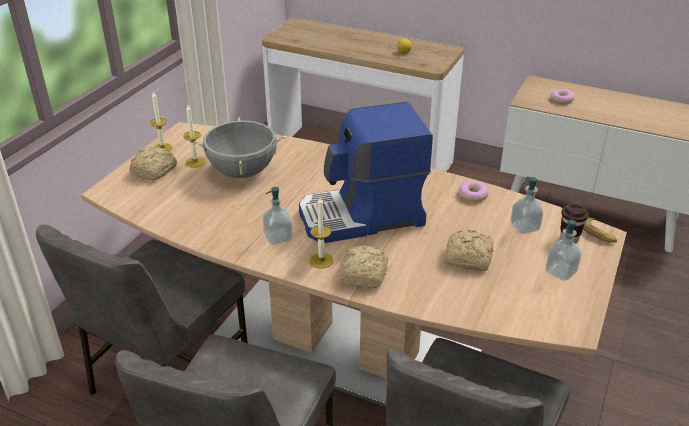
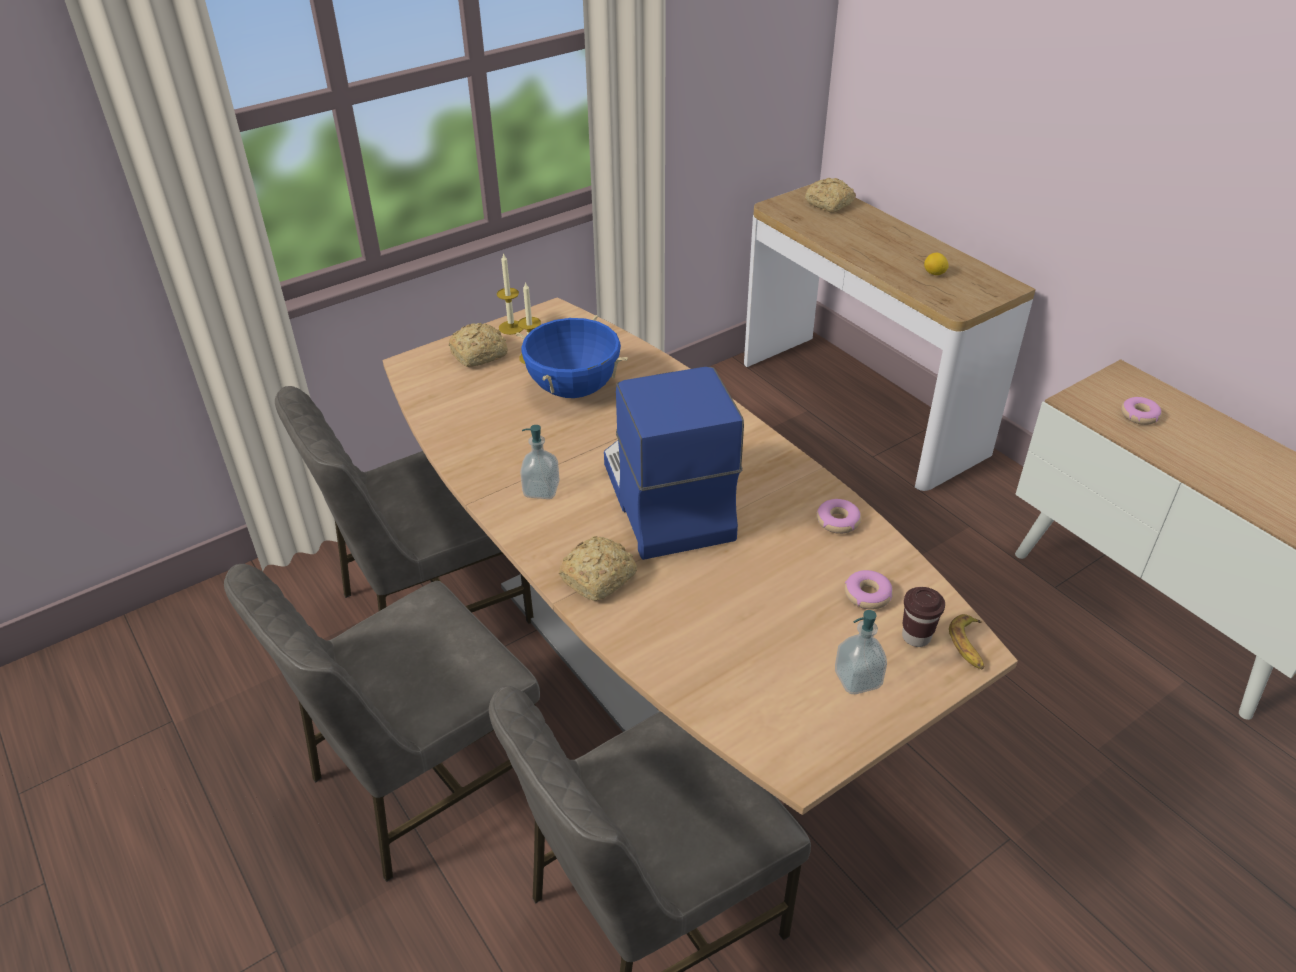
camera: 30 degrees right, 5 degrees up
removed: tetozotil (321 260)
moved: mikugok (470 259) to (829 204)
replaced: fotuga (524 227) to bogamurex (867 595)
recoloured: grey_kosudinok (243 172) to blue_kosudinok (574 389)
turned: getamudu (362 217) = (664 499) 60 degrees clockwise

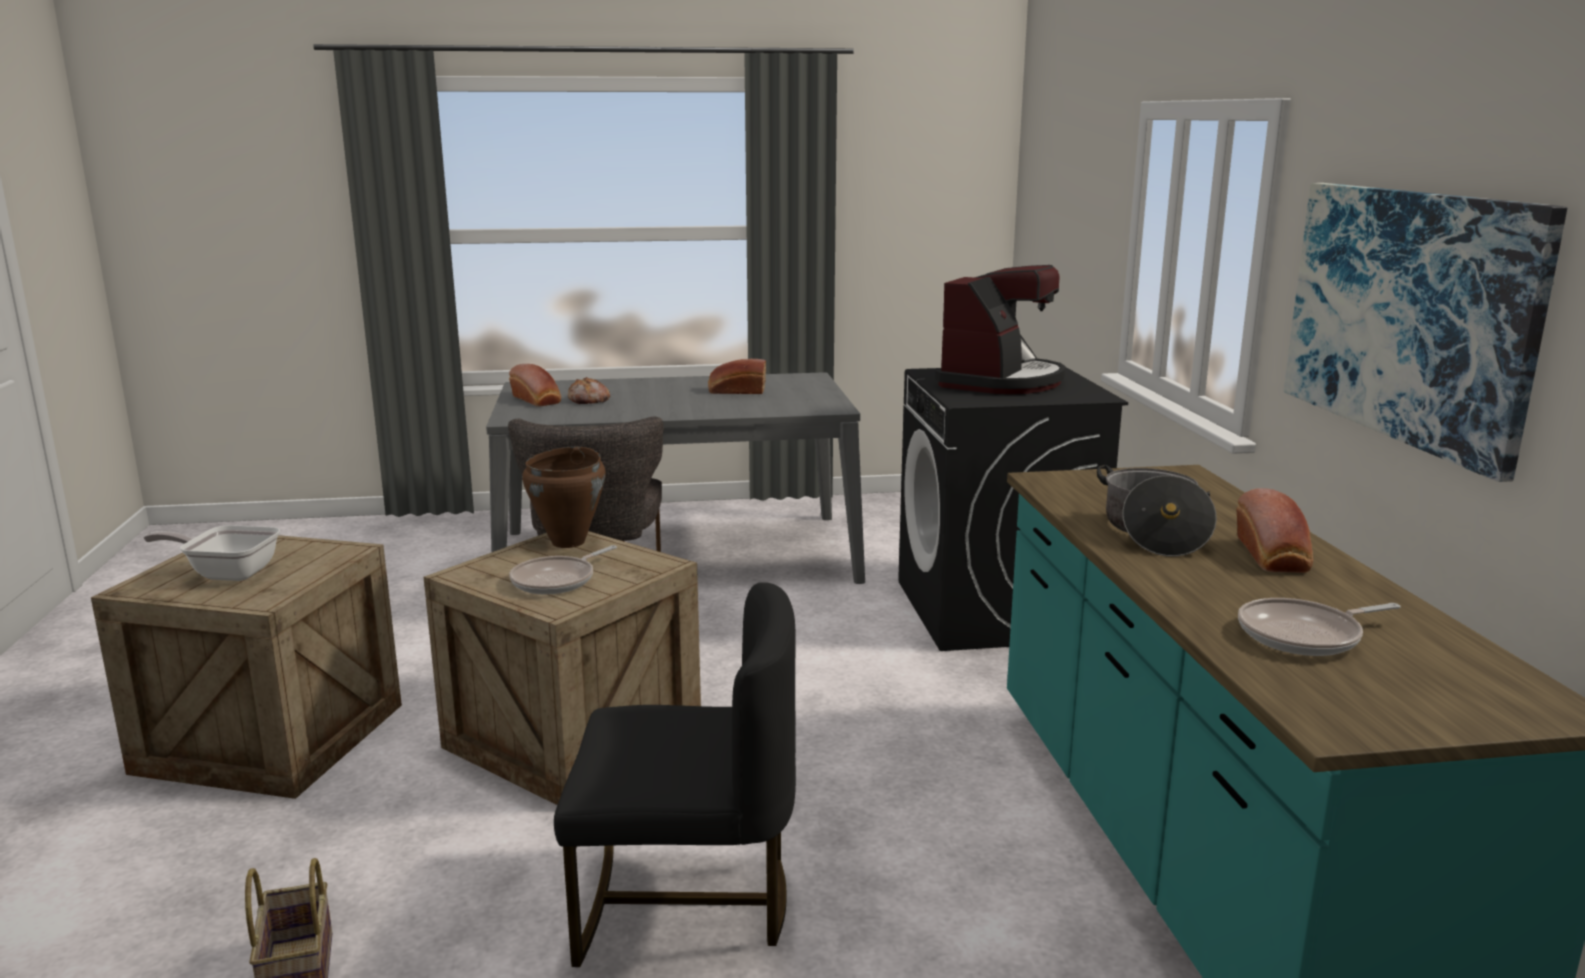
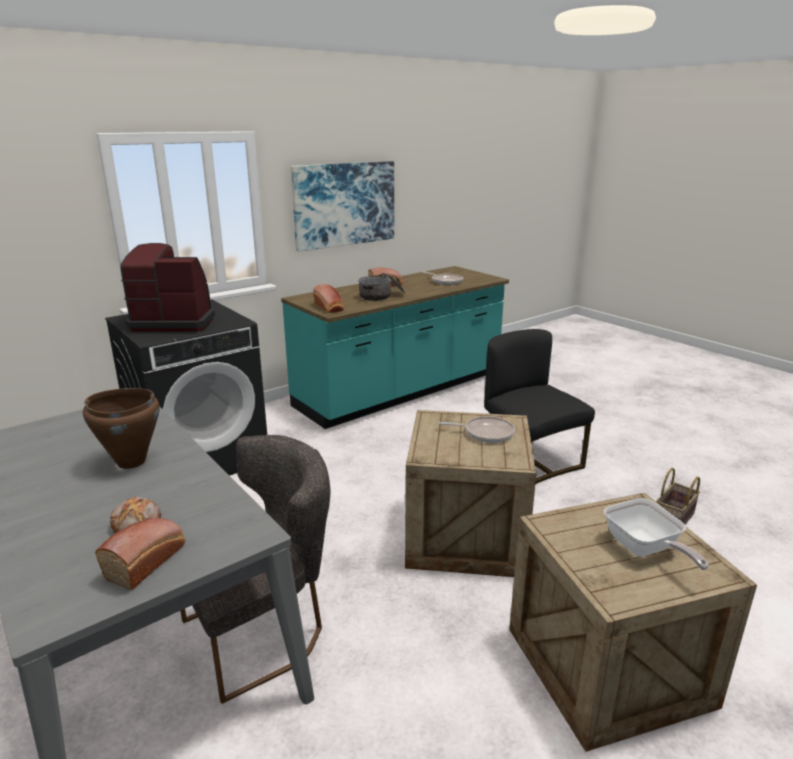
camera: 120 degrees left, 5 degrees up
moved: brown_kosudinok (569 542) to (131 462); mikugok (736 391) to (329 308)

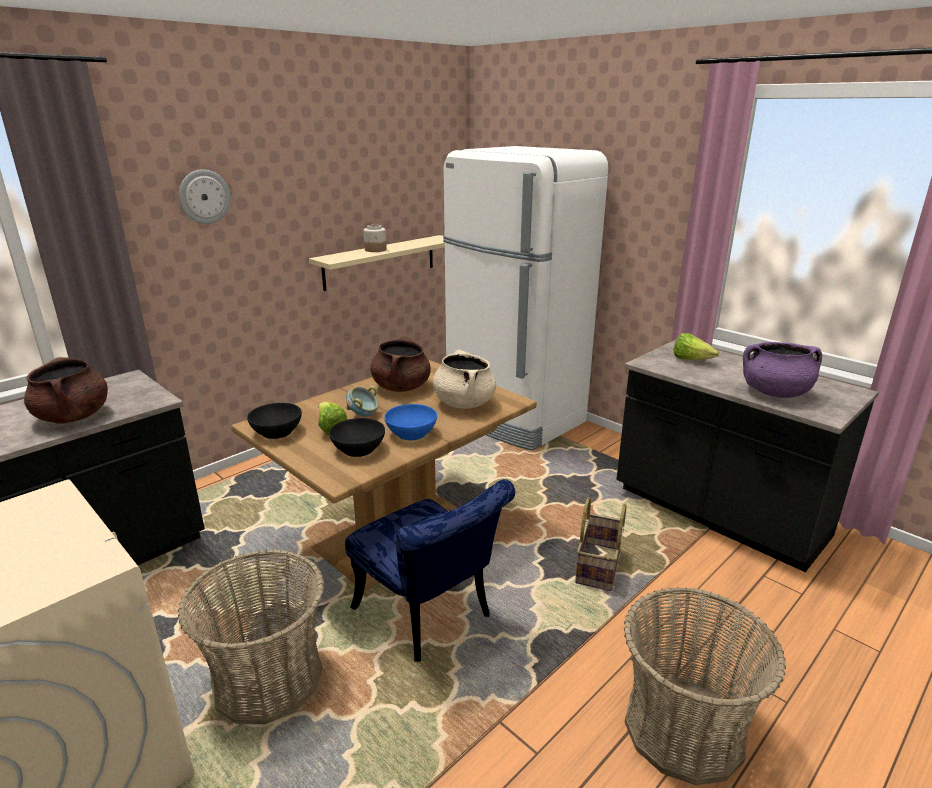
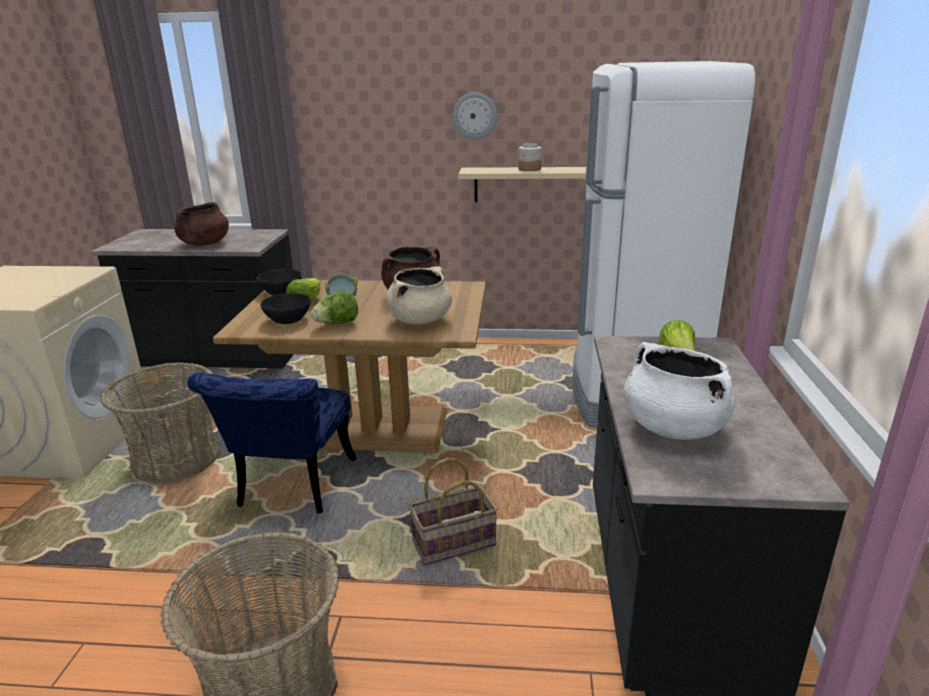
camera: 50 degrees right, 0 degrees up
moved: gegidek (204 196) to (475 115)
replaced: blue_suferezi (411 433) to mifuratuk (337 323)
recoloured: purple_kosudinok (774 393) to white_kosudinok (672 427)

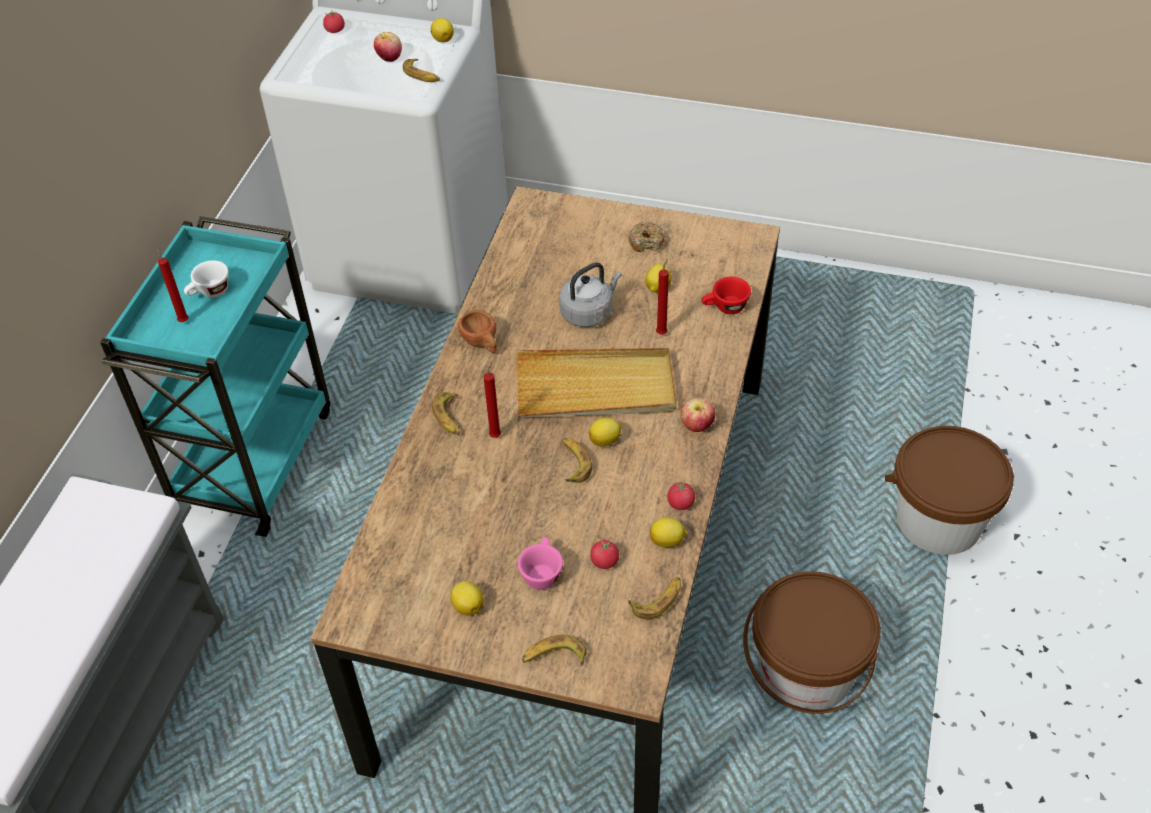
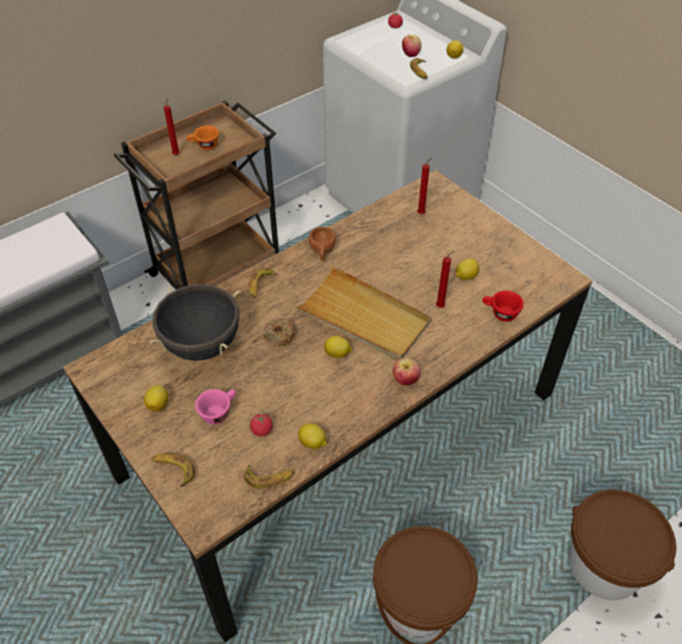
camera: 35 degrees right, 0 degrees up
removed: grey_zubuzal (589 312); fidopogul (573 463); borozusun (680 503)
added: black_kosudinok (202 345)
moved: red_tetozotil (496 435) to (422 213); bogamurex (646 242) to (279 335)
recoloured: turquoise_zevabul (254 458) to brown_zevabul (217 269); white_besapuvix (210 292) to orange_besapuvix (204 146)

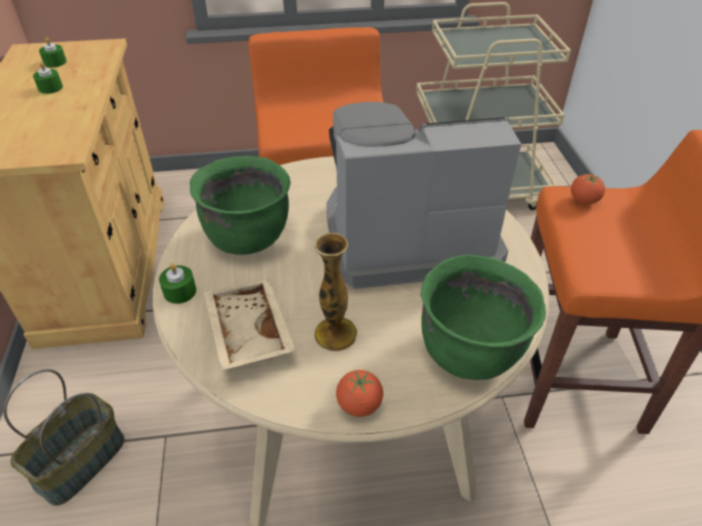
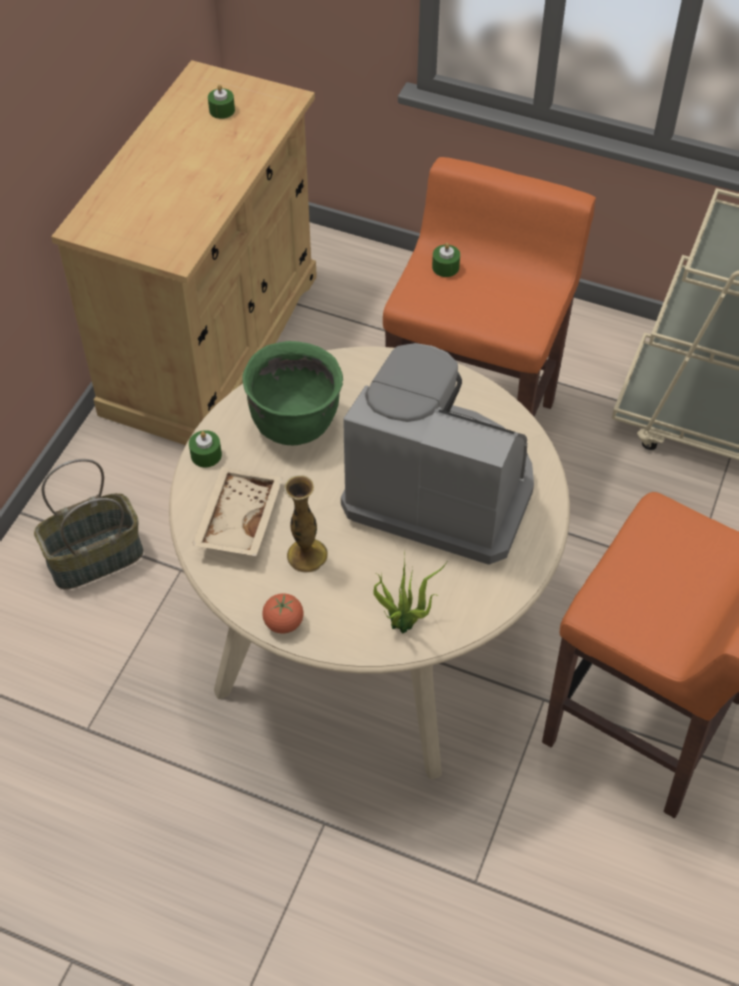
camera: 30 degrees right, 10 degrees up
removed: borozusun (583 201)
moved: green_tetozotil (50 88) to (445 267)
replaced: green_kosudinok (470 352) to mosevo (405 625)

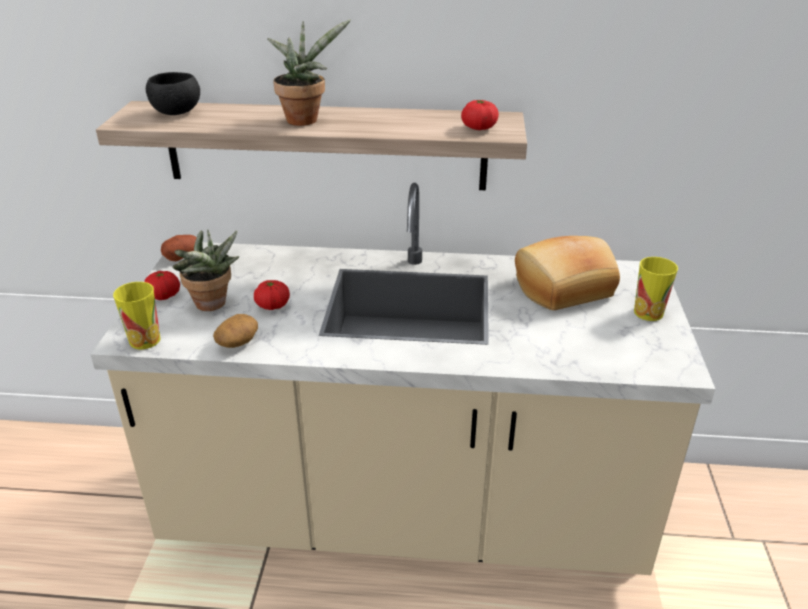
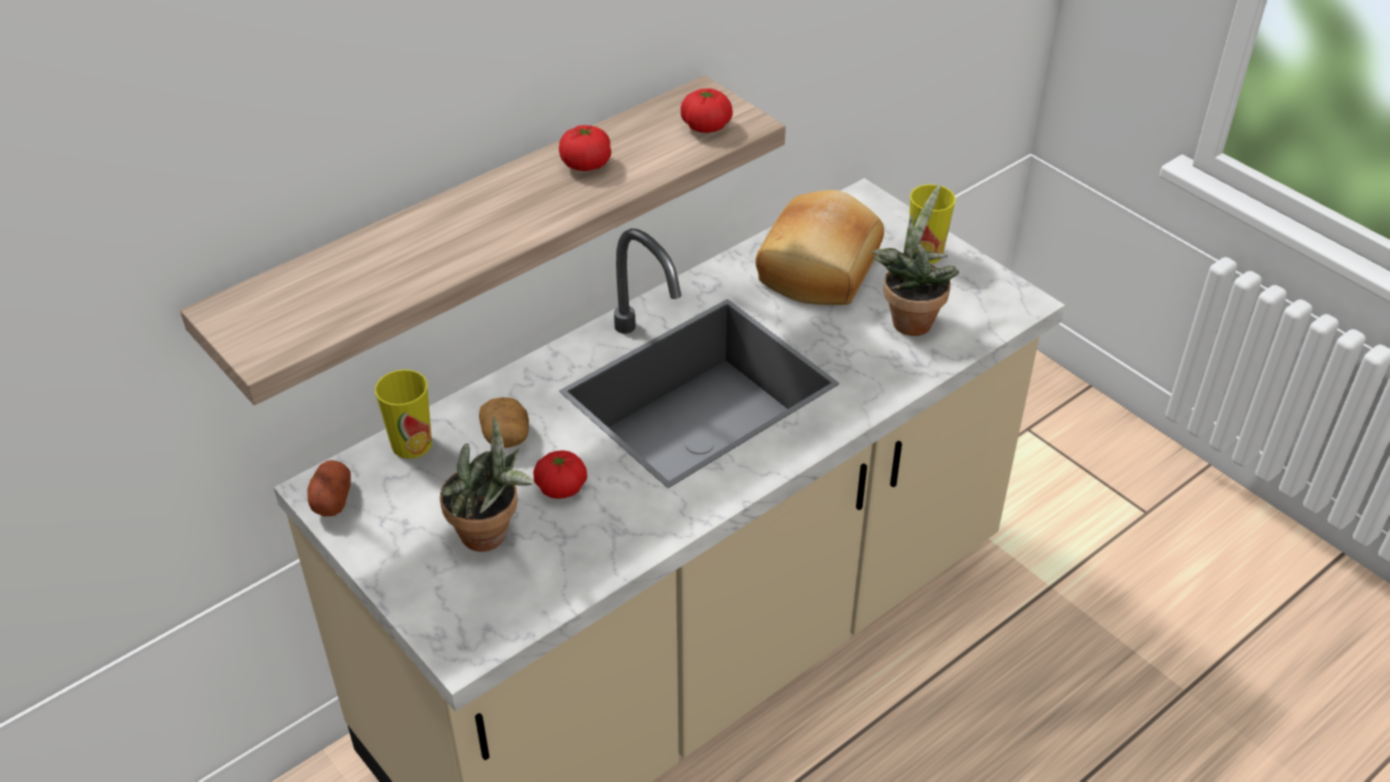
camera: 45 degrees left, 10 degrees up
removed: black_suferezi (176 112)
moved: besapuvix (145 340) to (411 444); borozusun (164 296) to (586 164); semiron (237 342) to (506 436); mosevo (305 119) to (910 319)

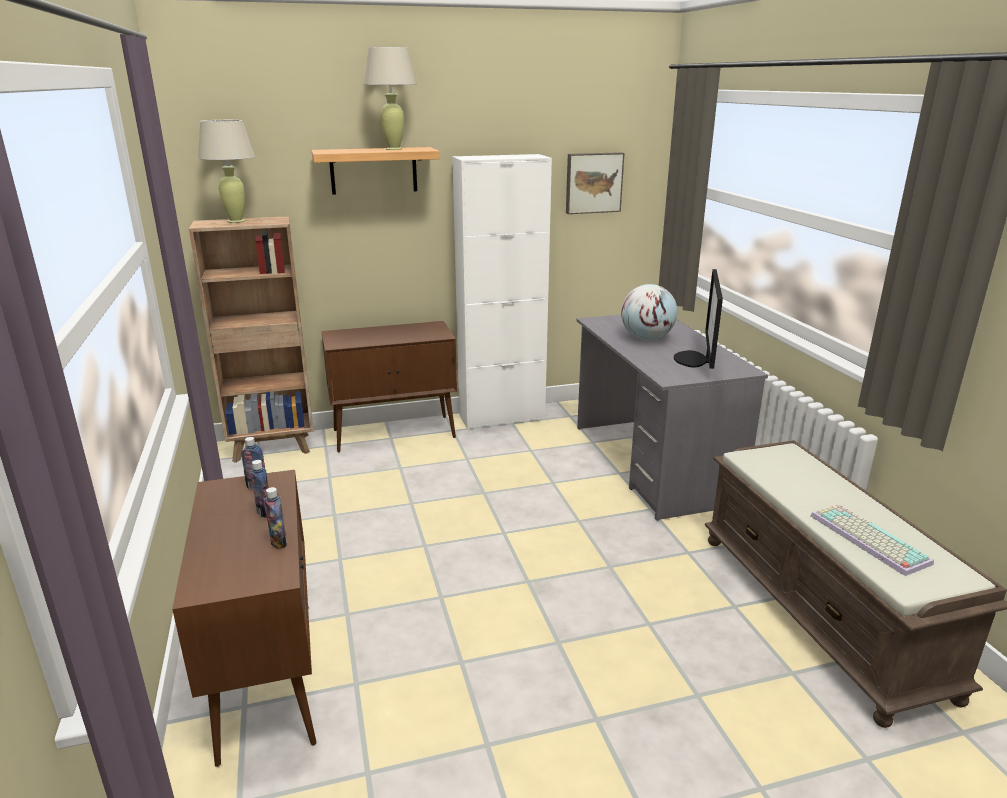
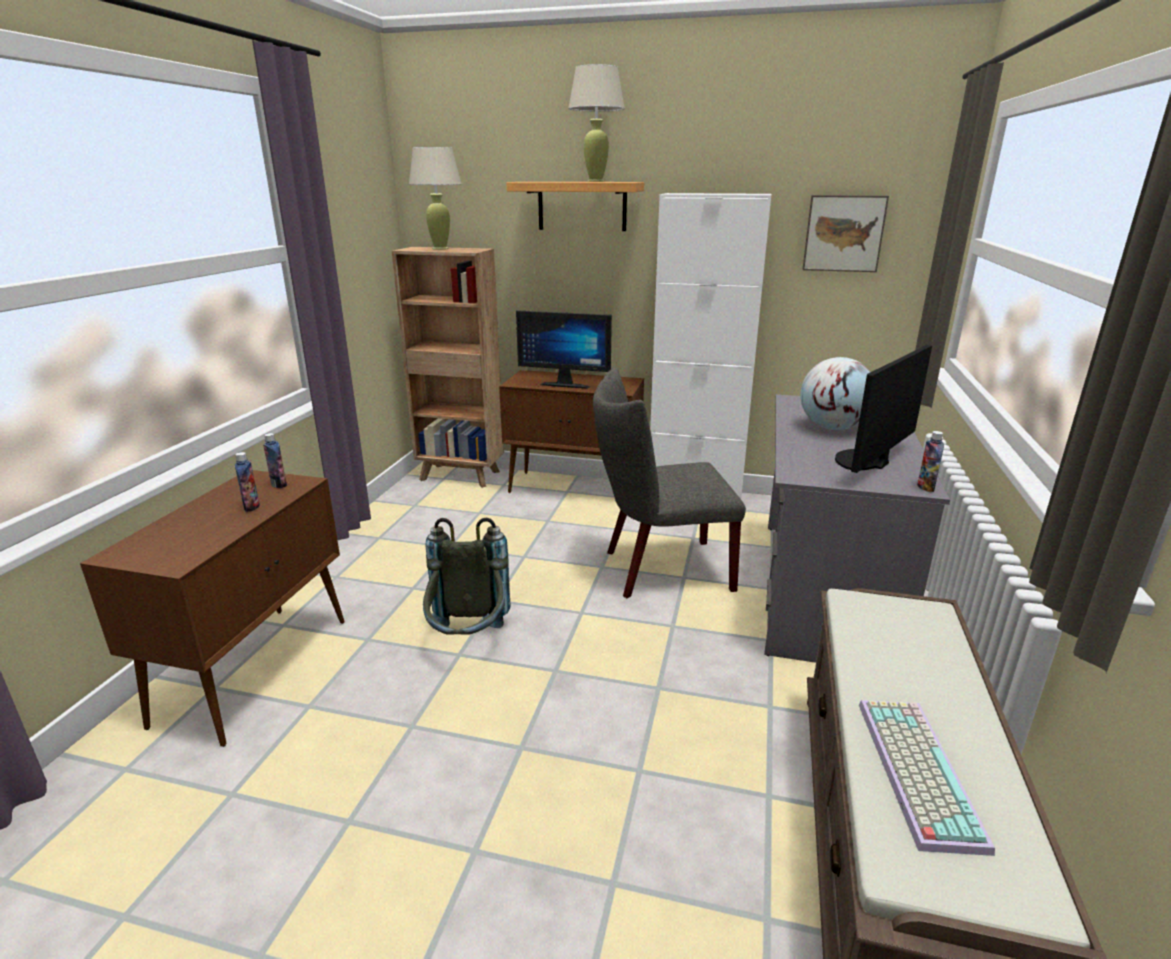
camera: 30 degrees right, 0 degrees up
added: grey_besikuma (468 642); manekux (566 384); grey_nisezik (659 570)
moved: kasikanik (278 543) to (925 487)

